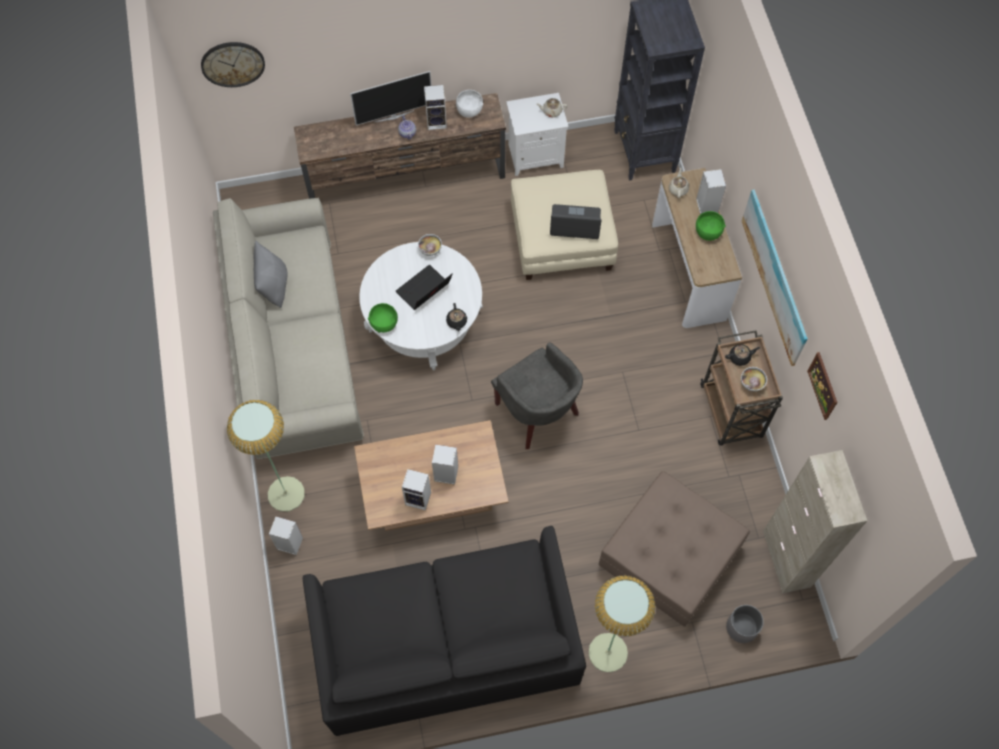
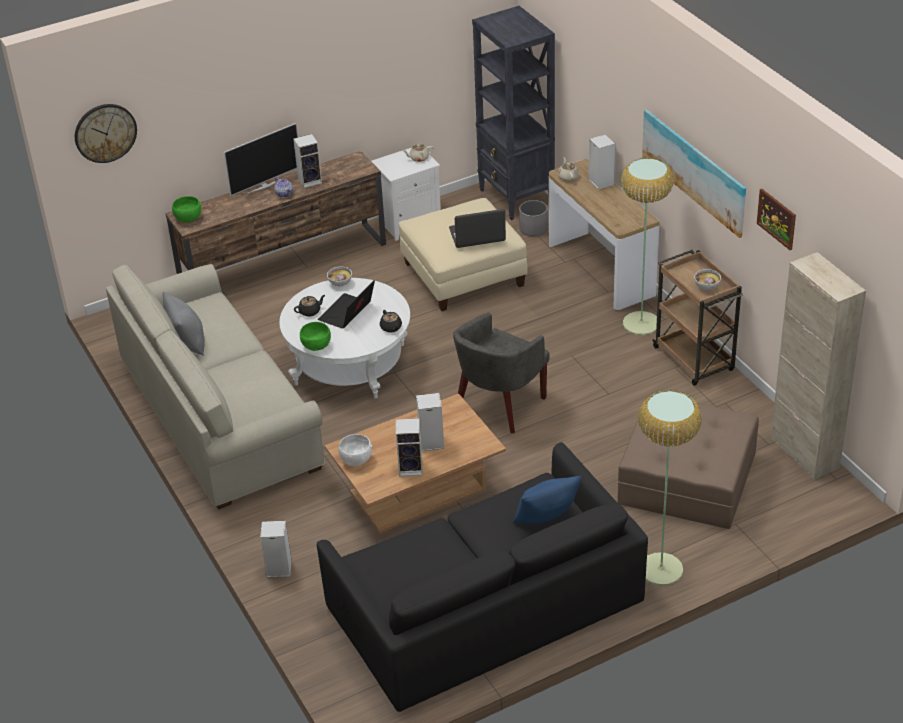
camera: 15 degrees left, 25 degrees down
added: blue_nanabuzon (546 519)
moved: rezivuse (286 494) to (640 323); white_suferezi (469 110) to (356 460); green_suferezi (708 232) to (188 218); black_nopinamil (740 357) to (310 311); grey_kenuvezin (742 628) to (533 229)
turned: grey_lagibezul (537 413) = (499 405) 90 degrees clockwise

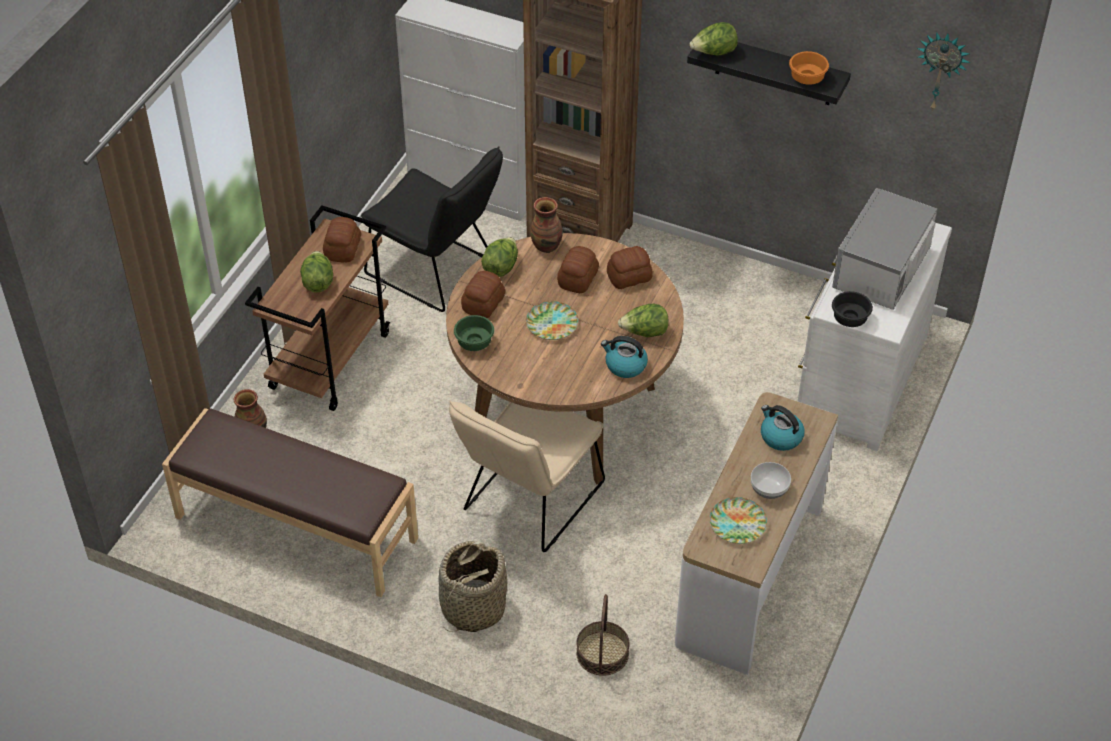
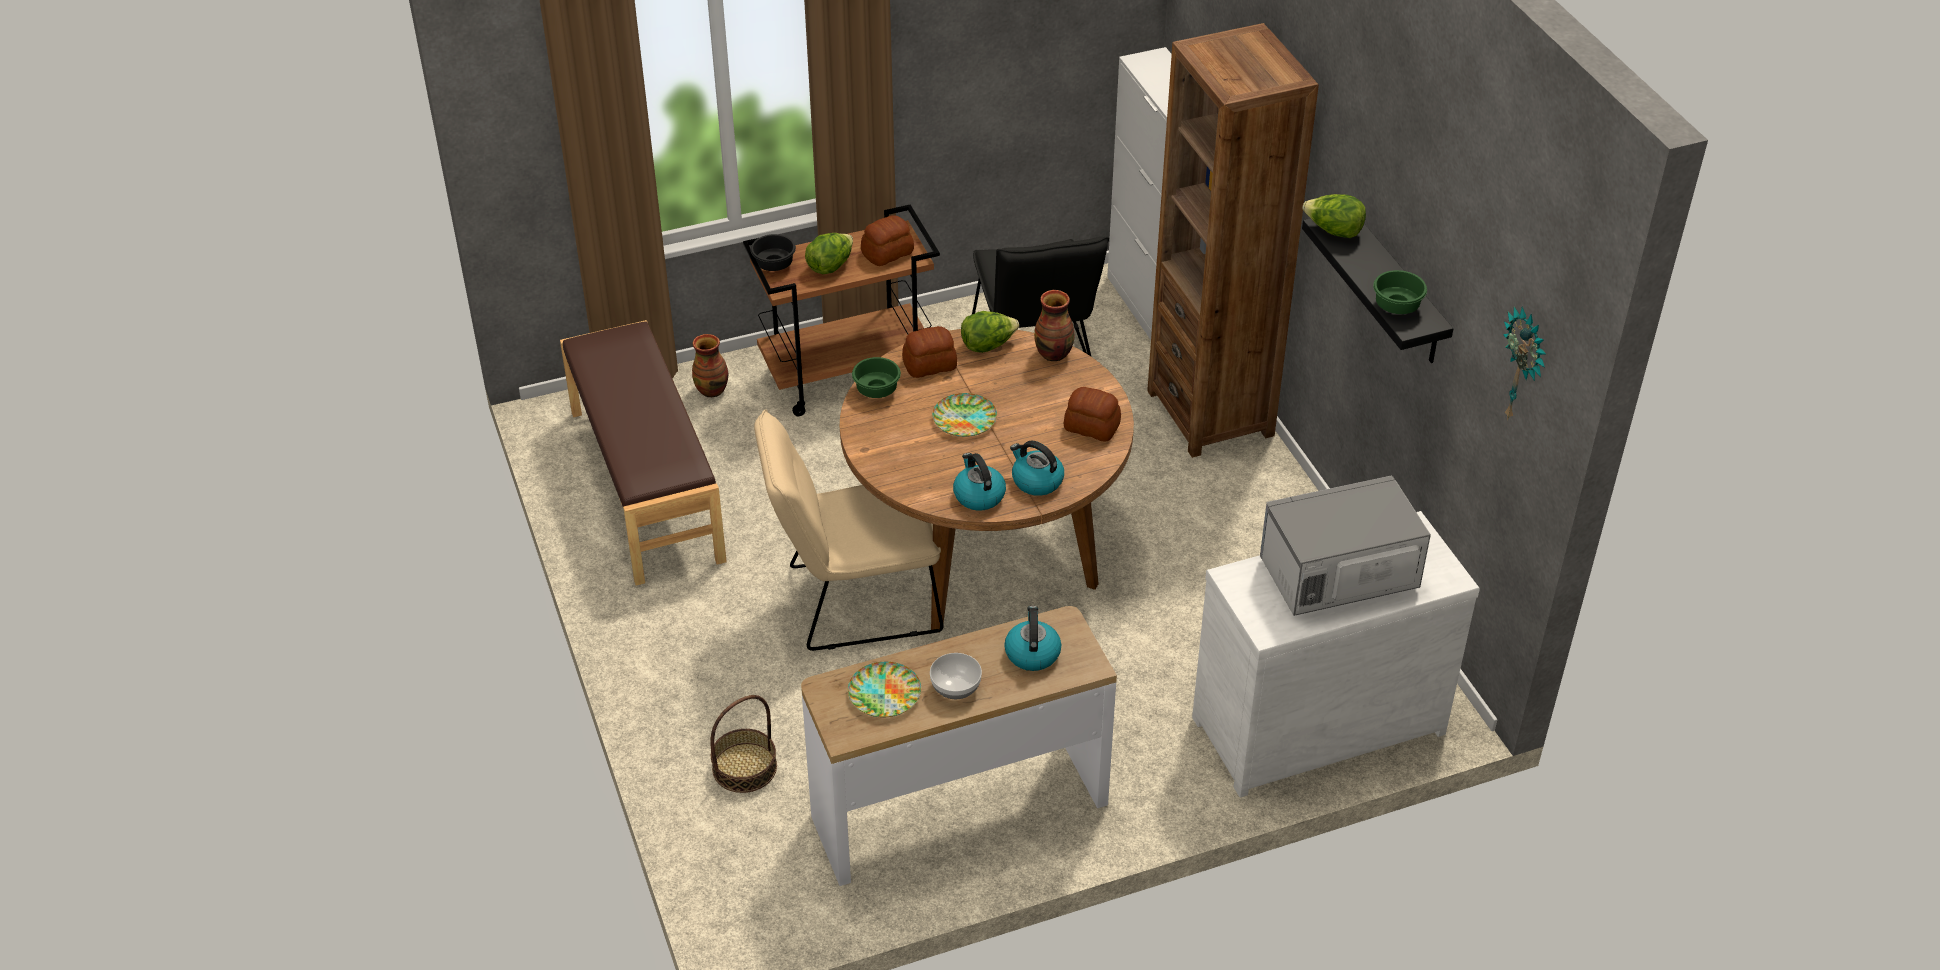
camera: 45 degrees right, 5 degrees down
removed: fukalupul (472 608); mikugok (577 279)
moved: black_suferezi (849 318) to (774 264)
replaced: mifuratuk (644 332) to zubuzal (1036 481)
recoloured: orange_suferezi (807 79) to green_suferezi (1396 307)

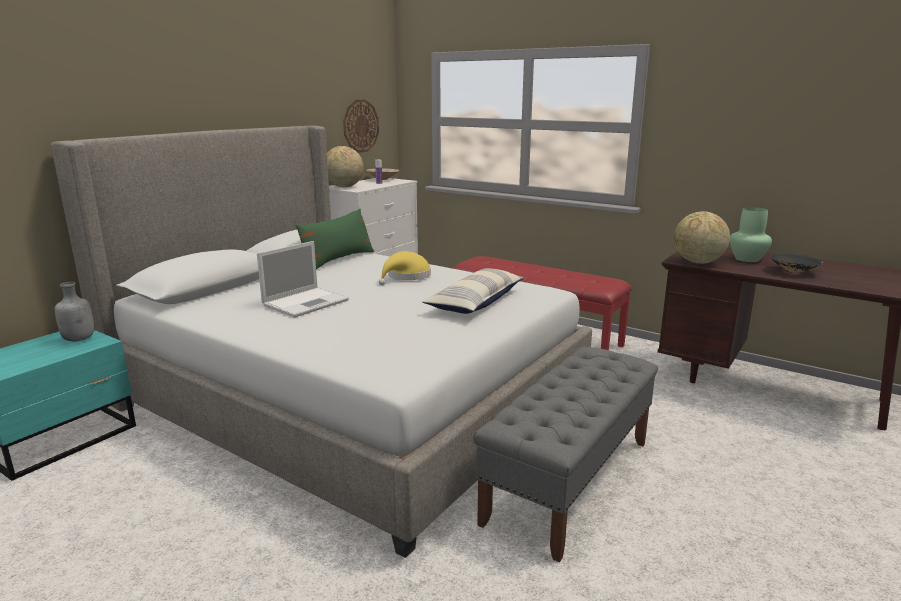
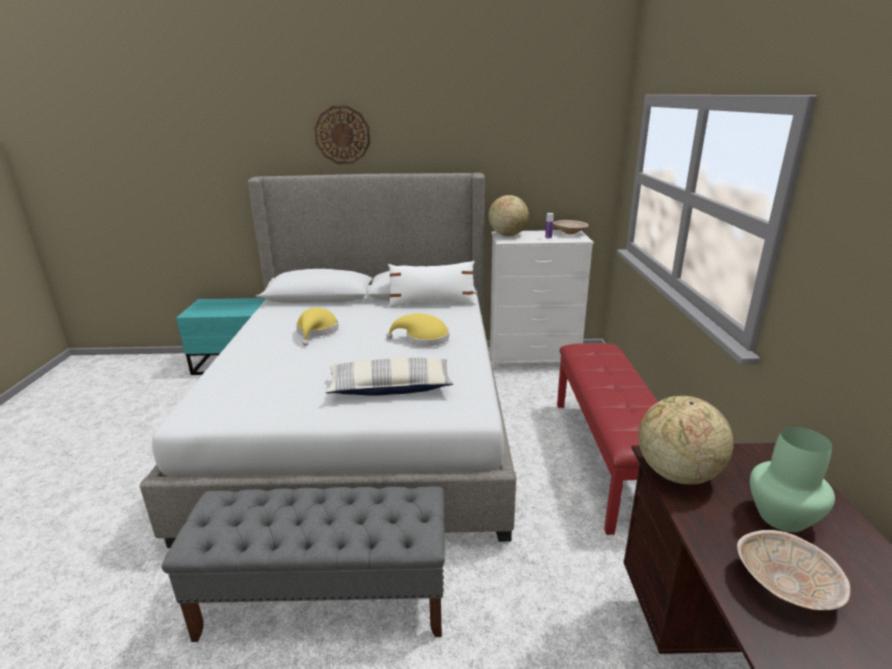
camera: 55 degrees right, 5 degrees up
removed: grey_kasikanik (80 339)
moved: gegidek (360 126) to (342 135)
replaced: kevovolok (307 302) to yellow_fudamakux (316 331)
recoloured: green_nanabuzon (337 260) to white_nanabuzon (432 303); black_suferezi (793 271) to beige_suferezi (786 587)

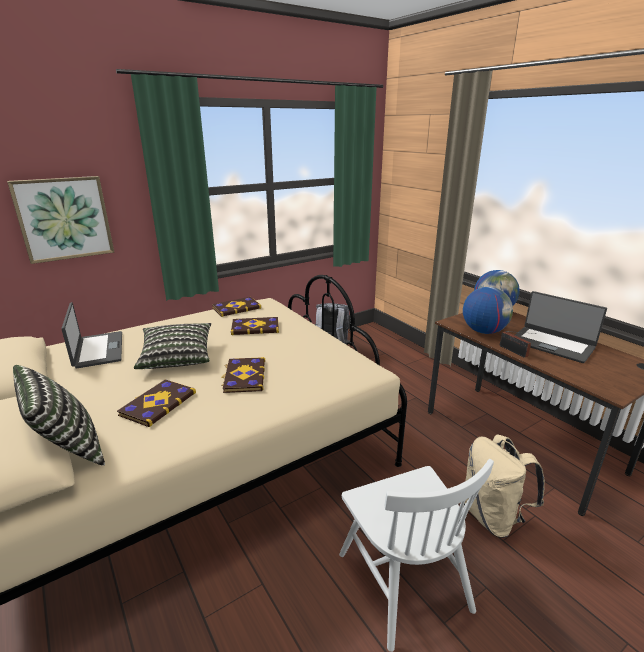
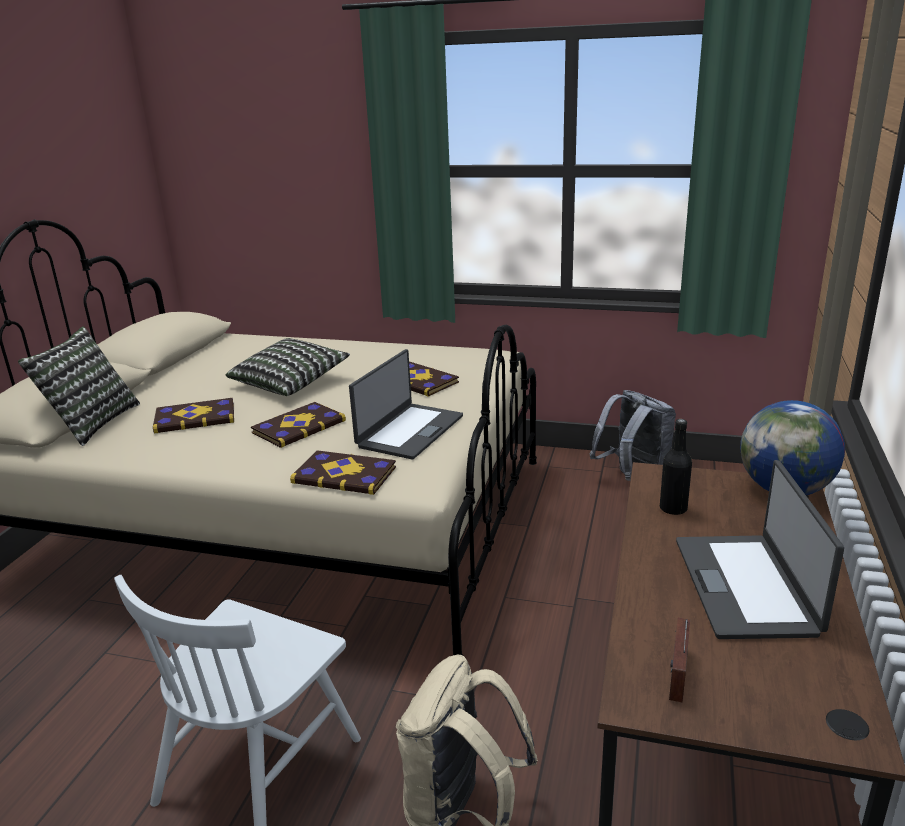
camera: 50 degrees right, 0 degrees up
removed: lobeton (64 218)
moved: kevovolok (98 350) to (409 431); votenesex (236 308) to (345 474); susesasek (514 351) to (677 677)
replaced: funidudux (483 331) to black_kasikanik (673 509)

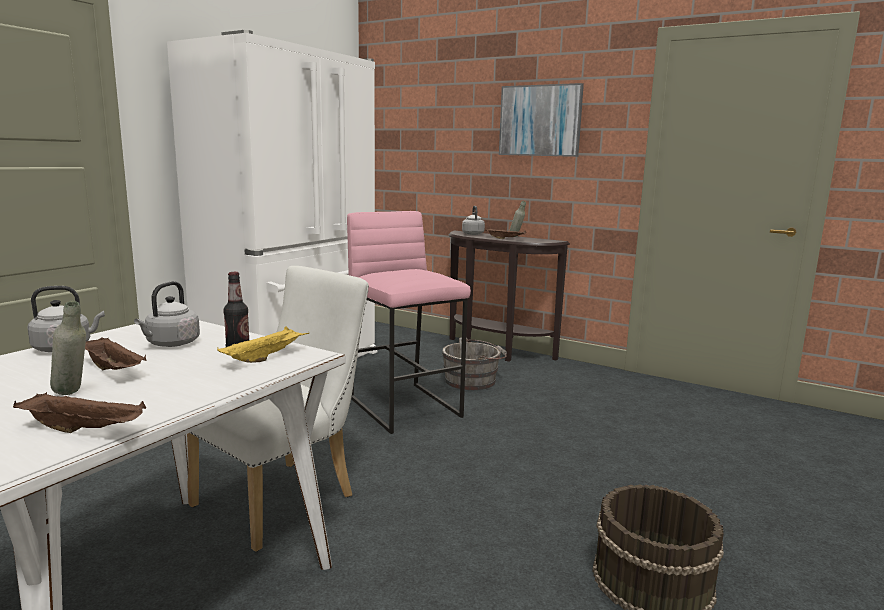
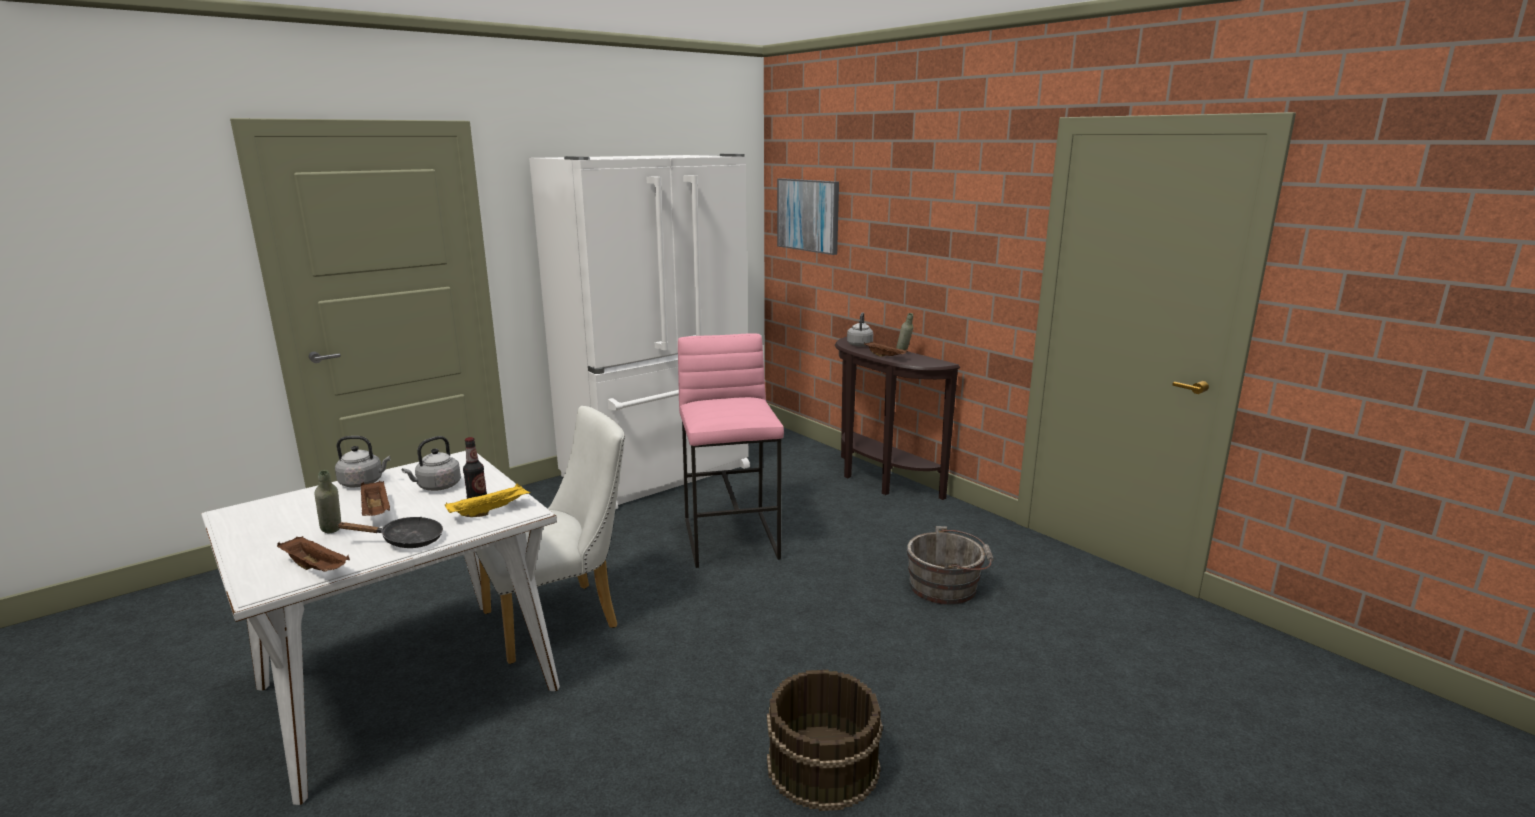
camera: 20 degrees right, 5 degrees up
added: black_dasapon (406 541)
moved: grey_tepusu (473 381) to (947 587); lobeton (540 121) to (808 215)

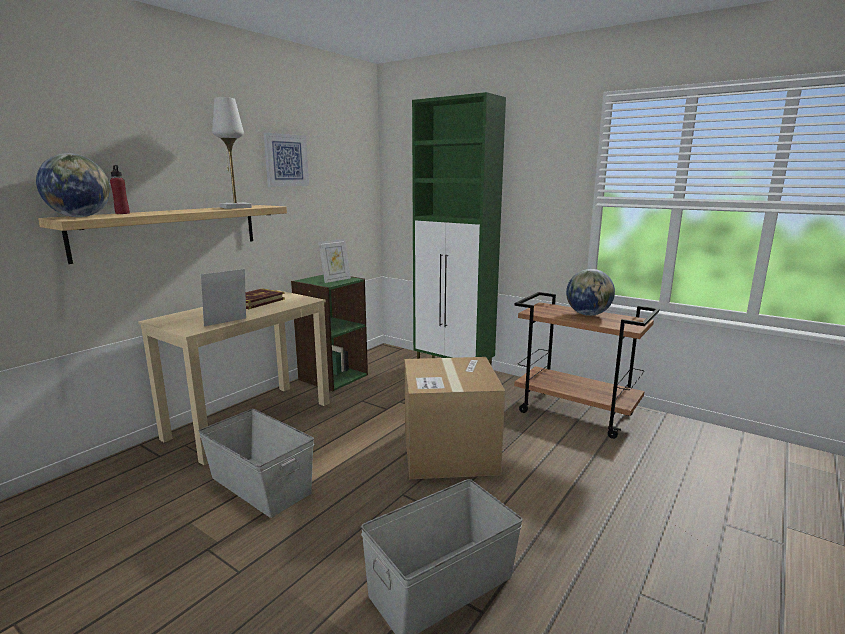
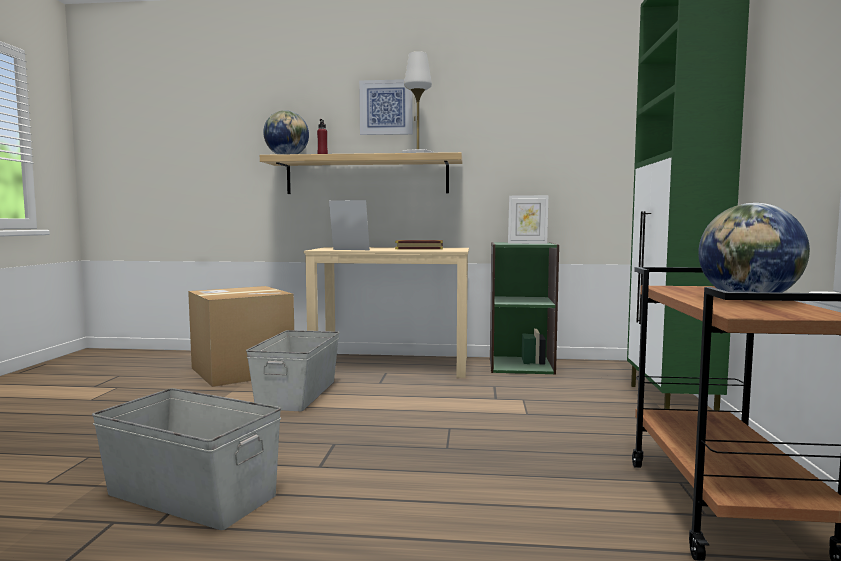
camera: 60 degrees right, 10 degrees down
moved: lobeton (286 160) to (386 107); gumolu (449 452) to (242 371)

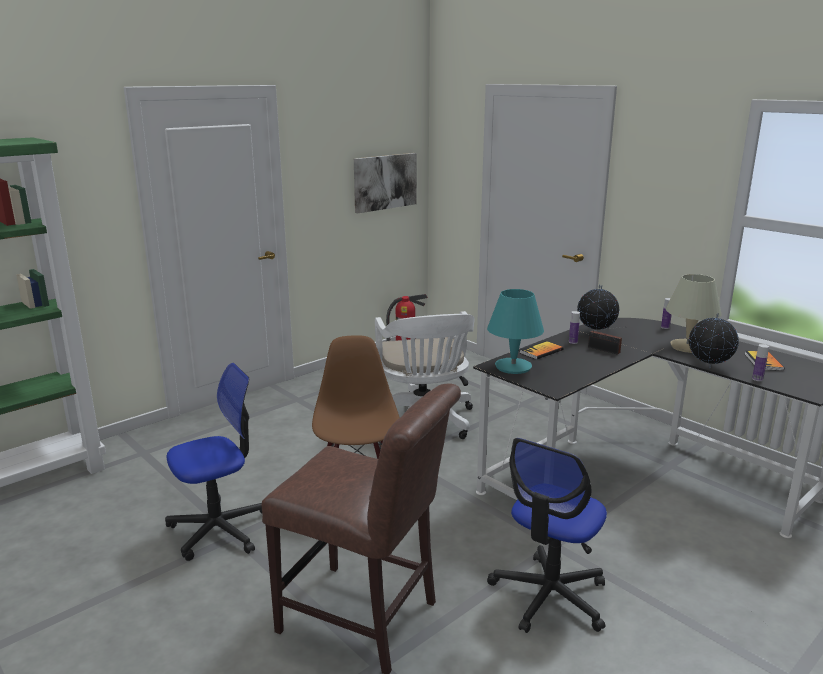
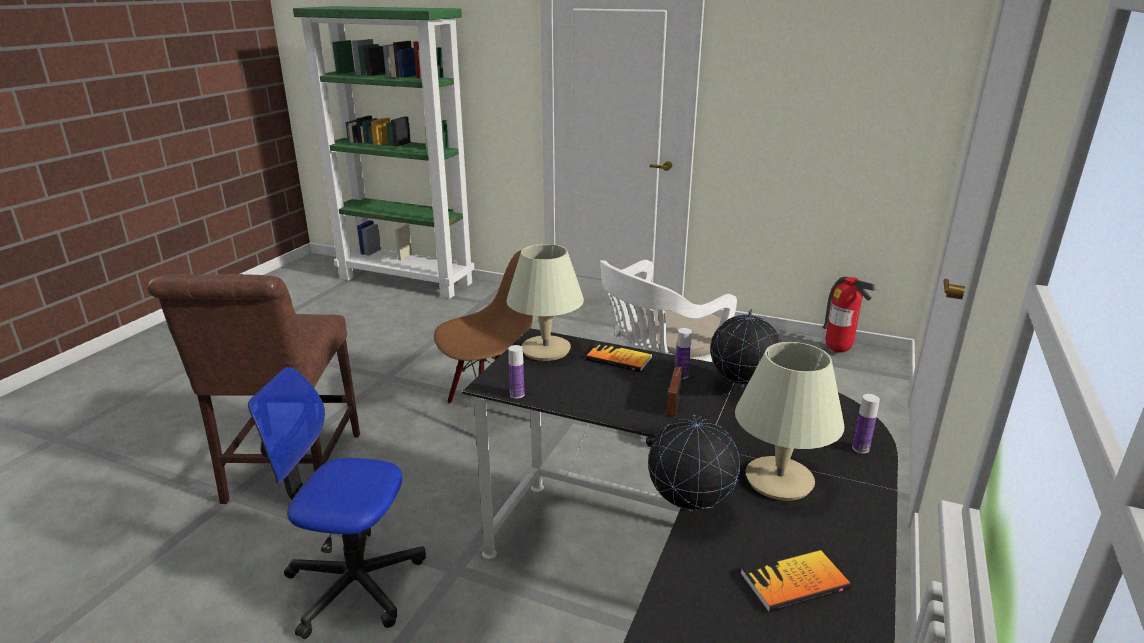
camera: 65 degrees right, 5 degrees up
removed: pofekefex (219 529); lobeton (385 182)
moved: kasikanik (757 379) to (517 394)
recoloured: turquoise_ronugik (512 367) to beige_ronugik (545 349)

